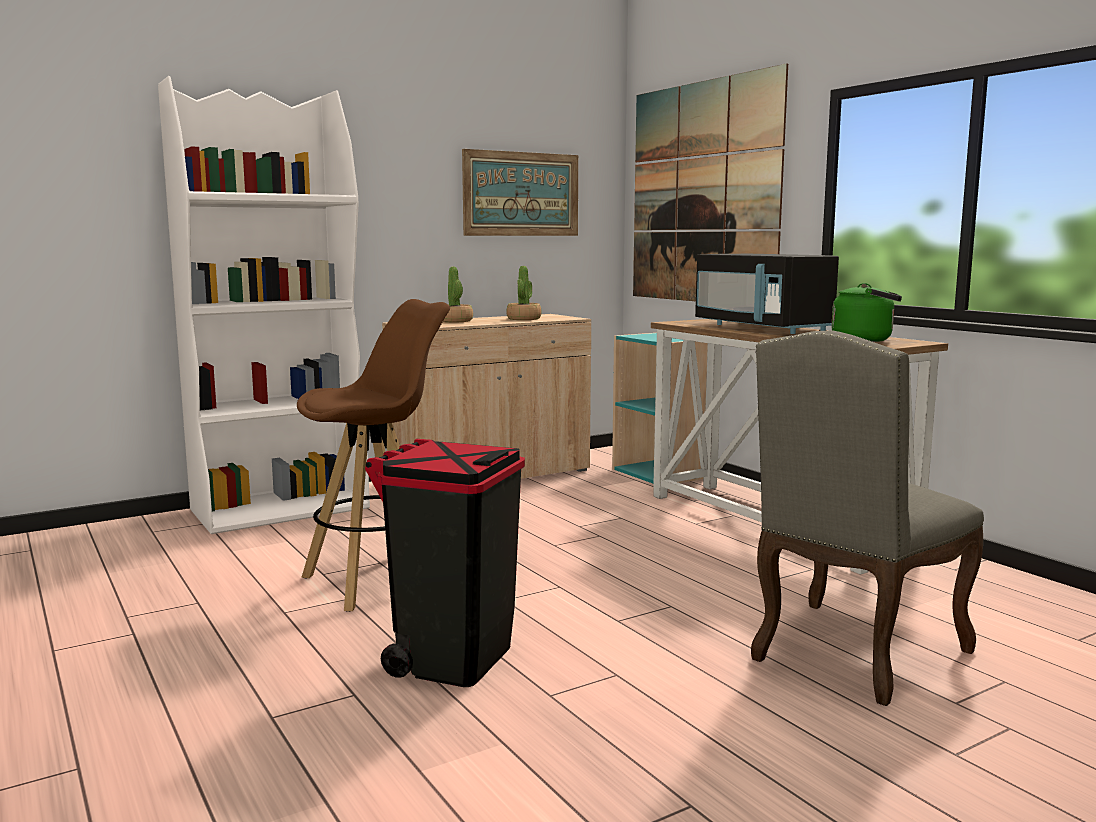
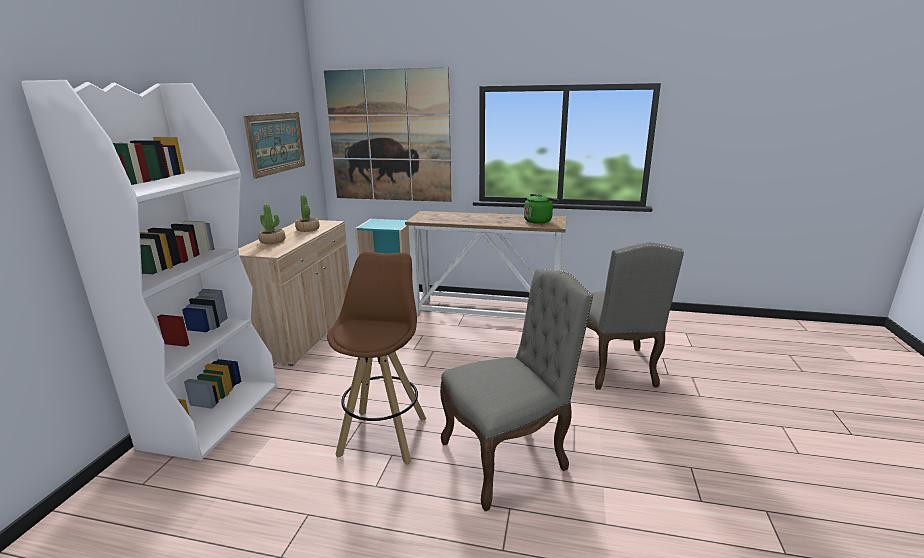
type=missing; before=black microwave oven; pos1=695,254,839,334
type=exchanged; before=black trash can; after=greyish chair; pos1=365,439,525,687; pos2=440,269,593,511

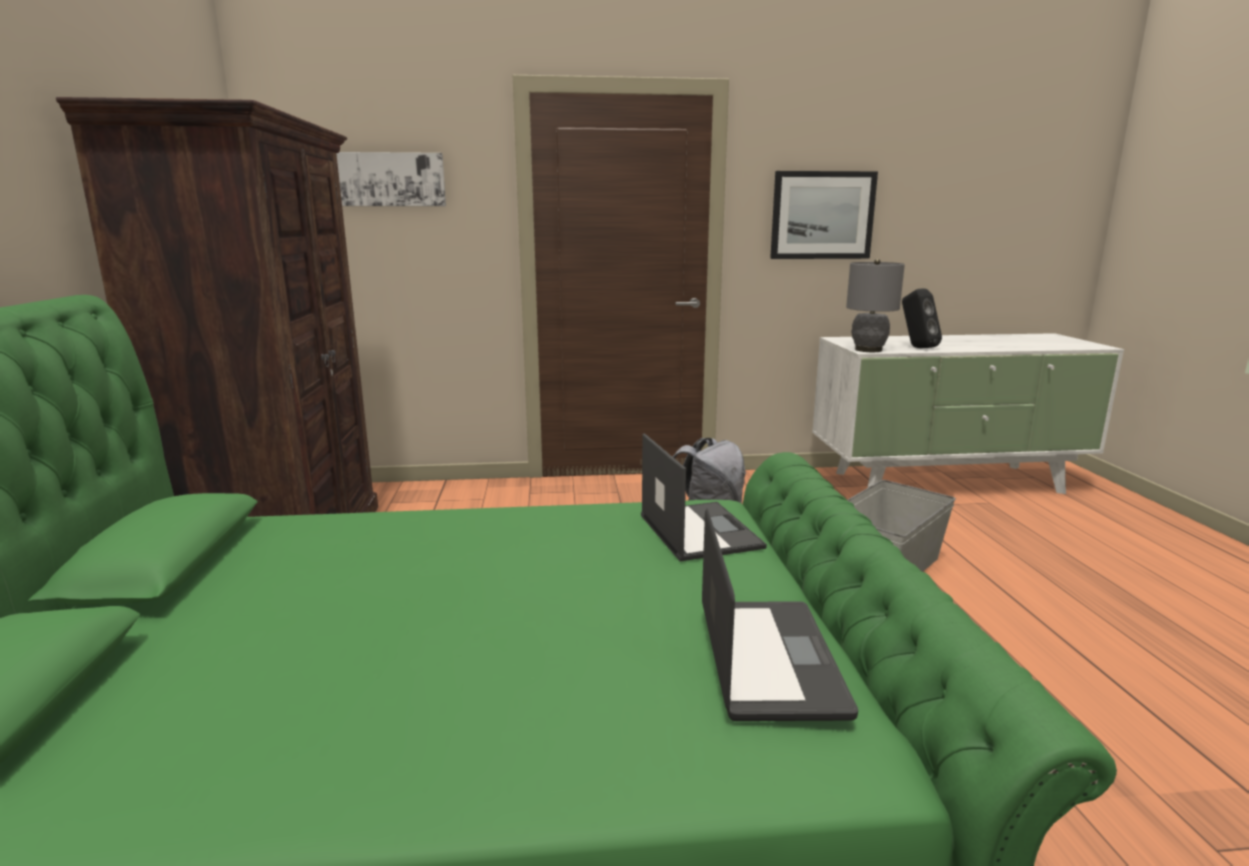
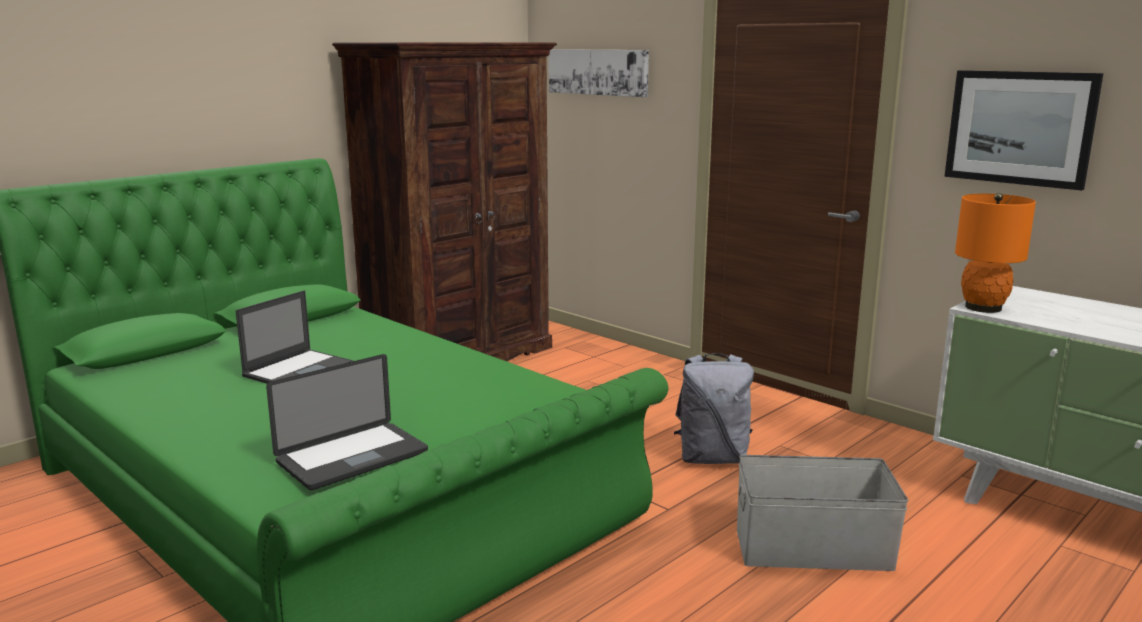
type=colour; before=greyish lamp for a table; after=orange-coloured lamp for a table; pos1=846,259,905,352; pos2=955,193,1036,313
type=missing; before=black audio speaker; pos1=902,289,942,348
type=relocated; before=portable computer; pos1=641,433,767,561; pos2=235,290,353,384

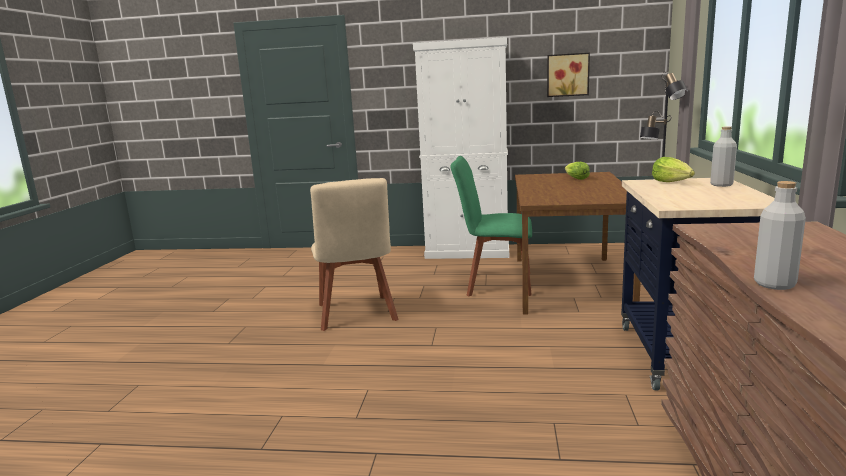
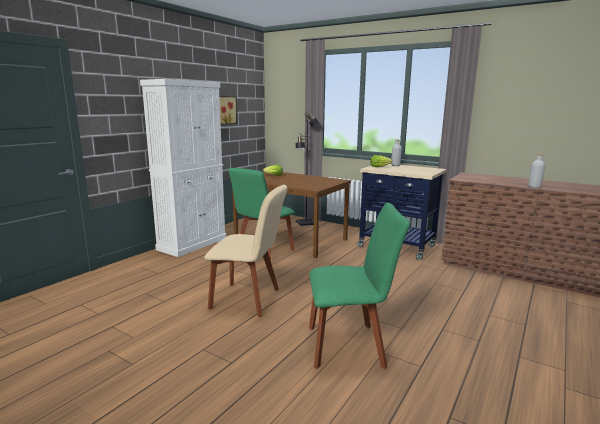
type=appeared; after=greenish chair; pos2=309,202,410,369

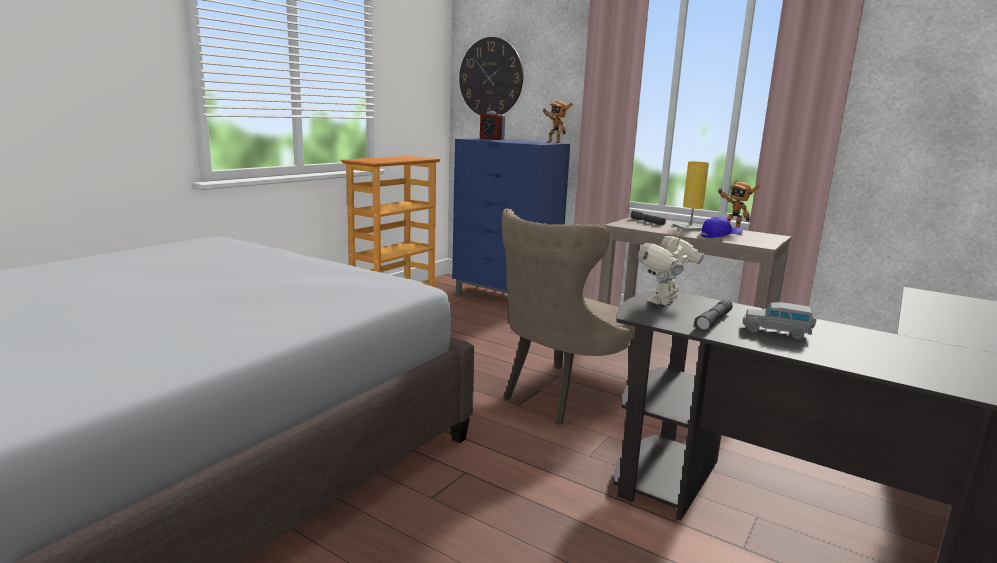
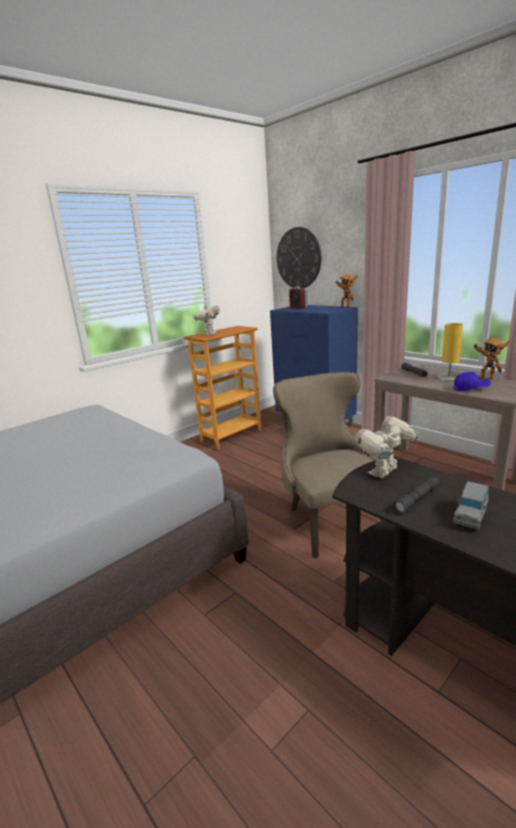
type=spun; before=beige-coloured chair; pos1=502,208,635,425; pos2=273,372,383,558; turn=105
type=spun; before=greyish model car; pos1=743,302,817,339; pos2=453,481,489,530; turn=-90
type=appeared; after=model robot; pos2=193,305,220,335

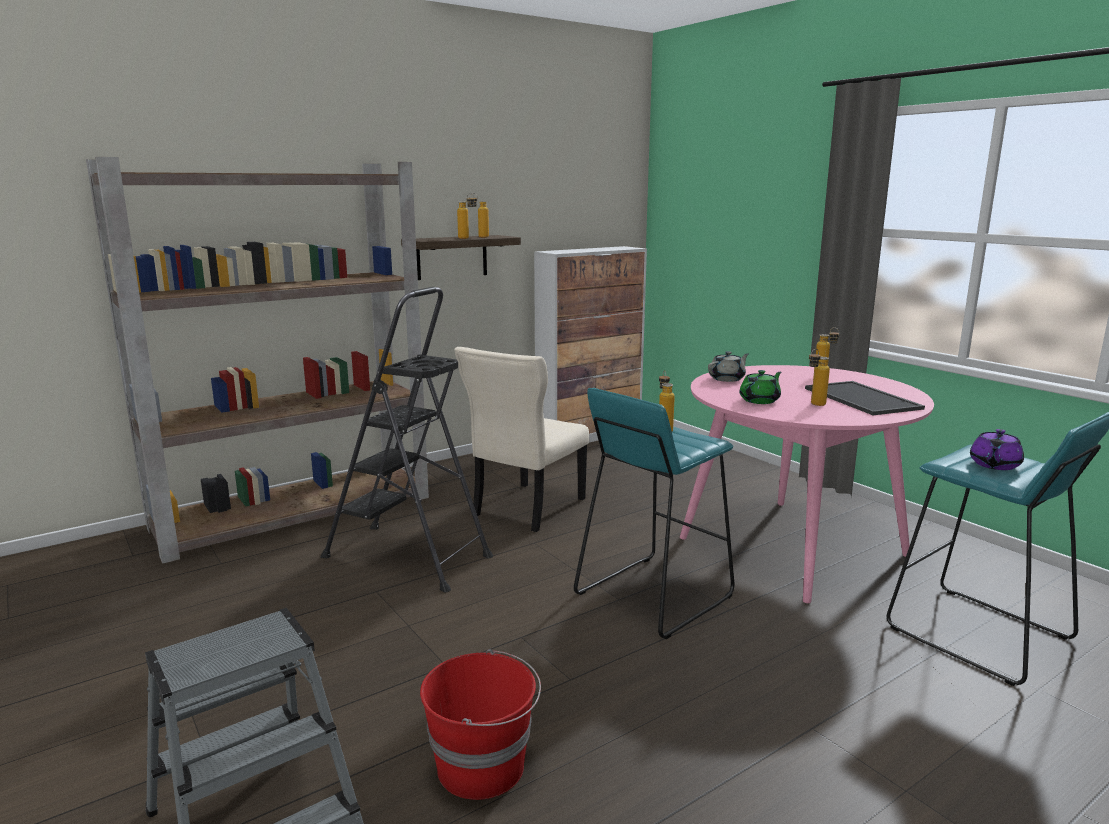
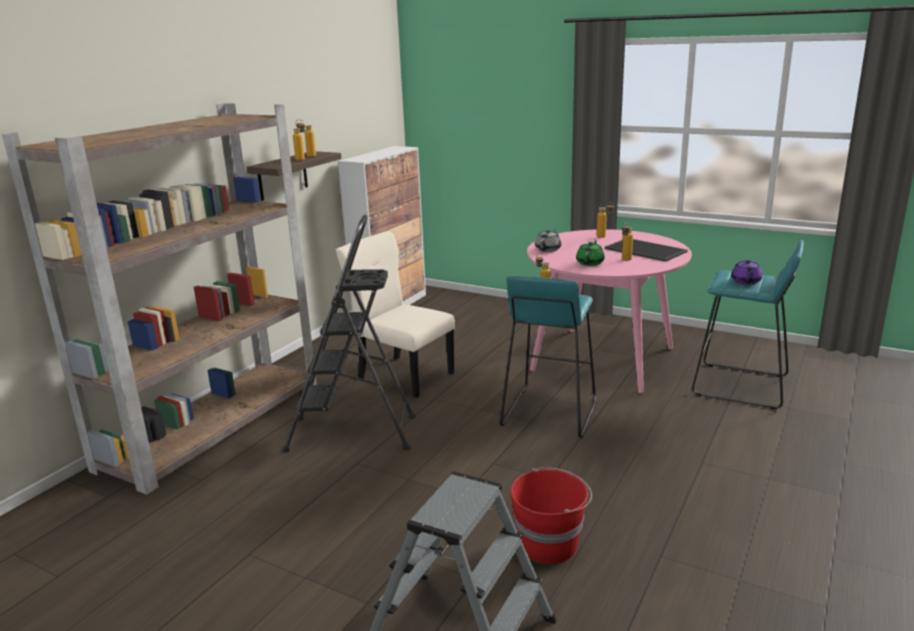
type=spun; before=beige-coloured chair; pos1=454,347,589,532; pos2=336,231,455,398; turn=120

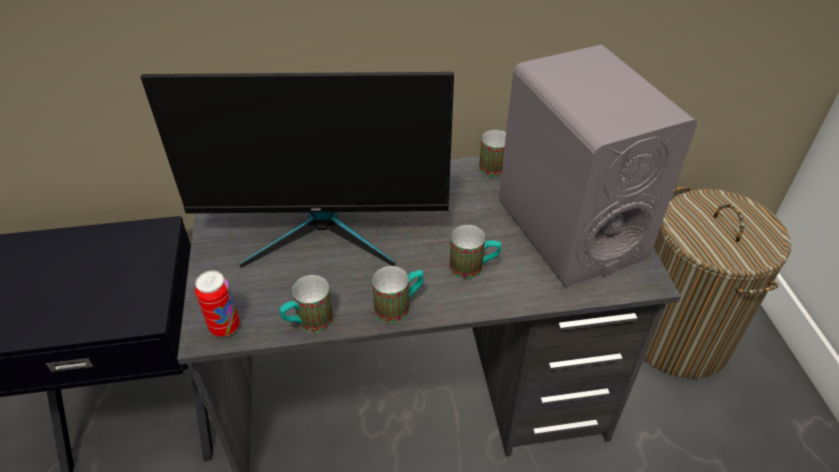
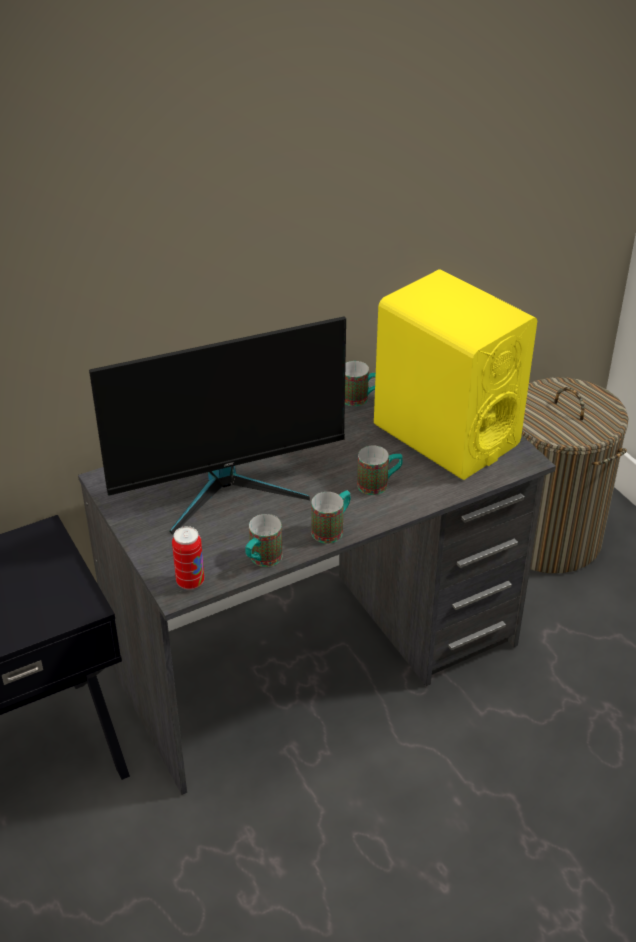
type=colour; before=greyish audio speaker; after=yellowish audio speaker; pos1=499,45,697,286; pos2=374,269,537,480

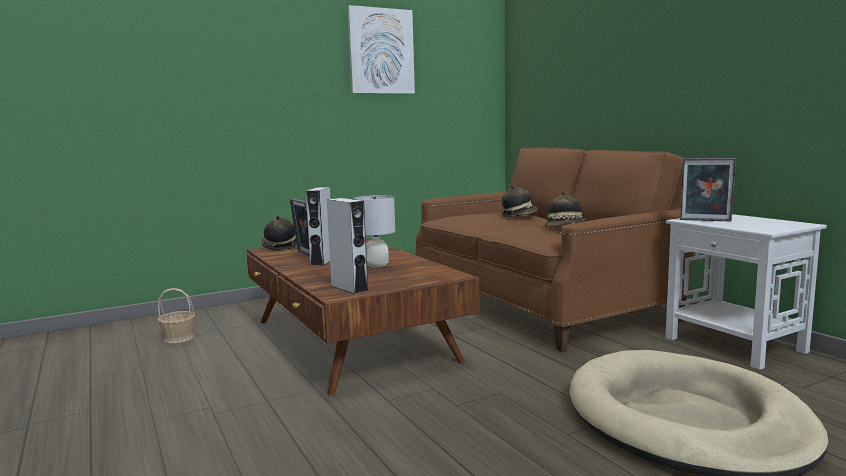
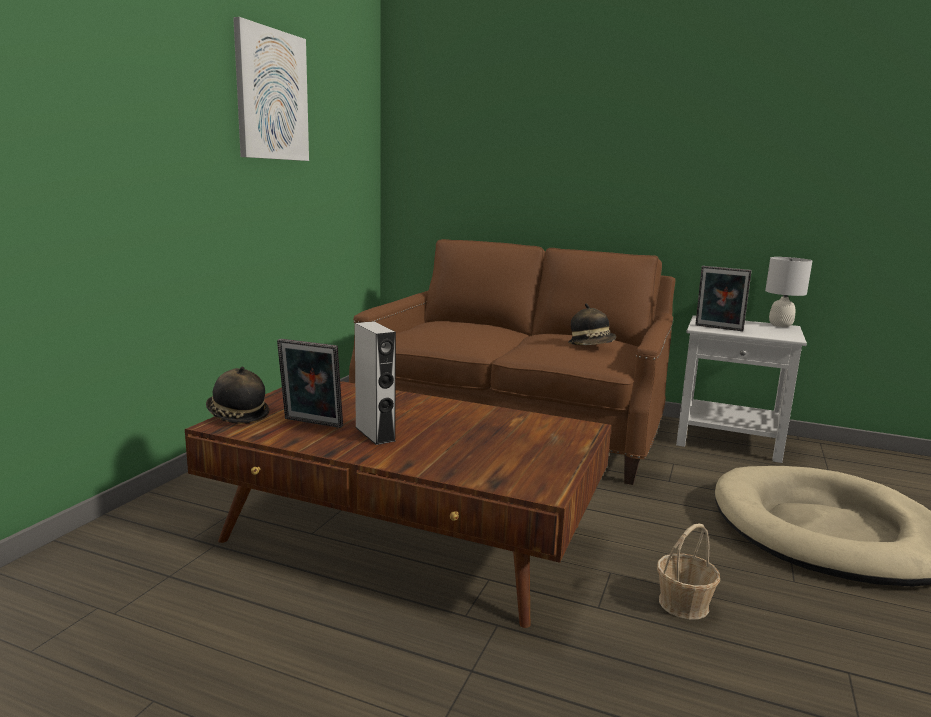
type=spun; before=photo frame; pos1=680,158,736,221; pos2=695,266,752,331; turn=45
type=missing; before=hat; pos1=502,185,538,217
type=relocated; before=greyish lamp for a table; pos1=354,195,395,268; pos2=765,257,812,327
type=missing; before=greyish audio speaker; pos1=327,198,368,294
type=relocated; before=basket; pos1=157,288,195,343; pos2=657,524,720,620

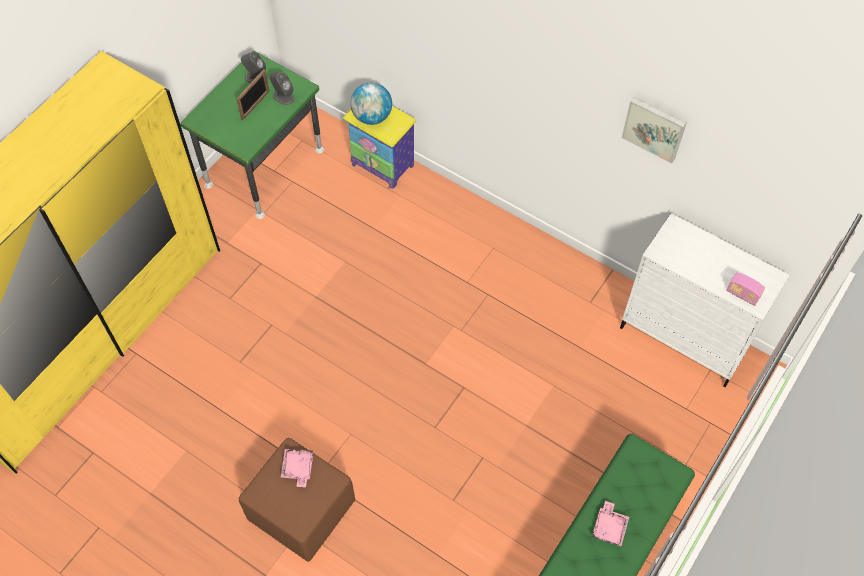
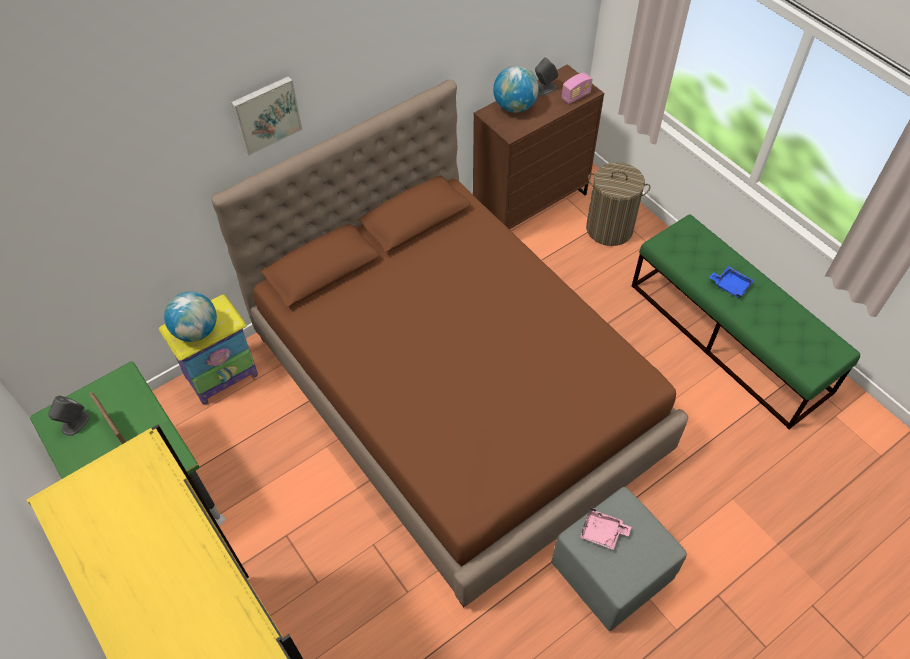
type=relocated; before=greyish audio speaker; pos1=270,72,294,105; pos2=535,57,558,96
type=relocated; before=wall picture; pos1=621,97,686,163; pos2=231,76,302,156
type=colour; before=whitish dresser; after=brown-coloured dresser; pos1=620,213,790,387; pos2=473,64,604,229
type=colour; before=brown-coloured ottoman; after=greyish ottoman; pos1=239,438,355,562; pos2=551,487,687,631
type=colour; before=pink carrying tray; after=bluish carrying tray; pos1=592,501,629,546; pos2=709,266,754,298
type=appeared; after=desk globe; pos2=493,66,539,113
type=appeared; after=brown-coloured bedroom bed; pos2=211,80,689,607
type=appeared; after=hamper; pos2=586,162,651,246

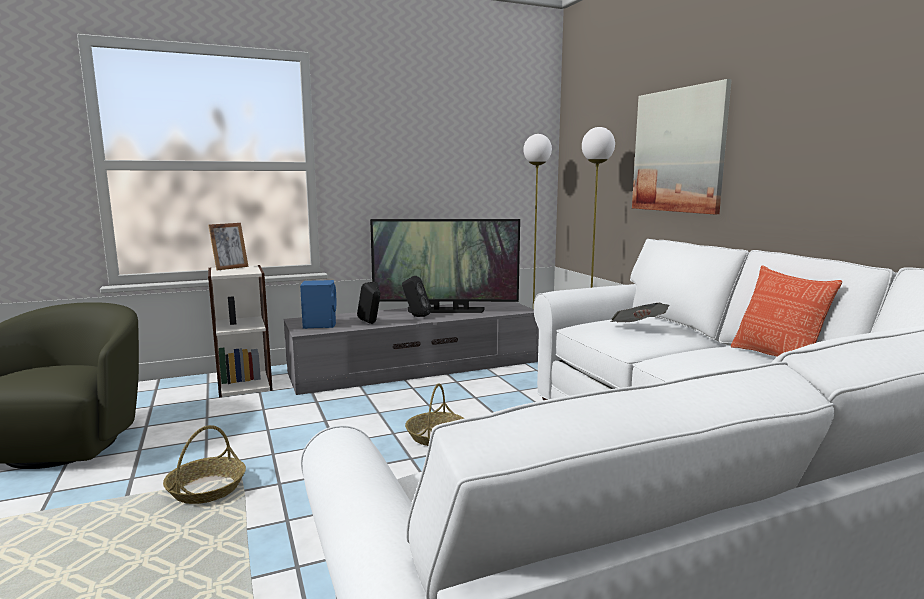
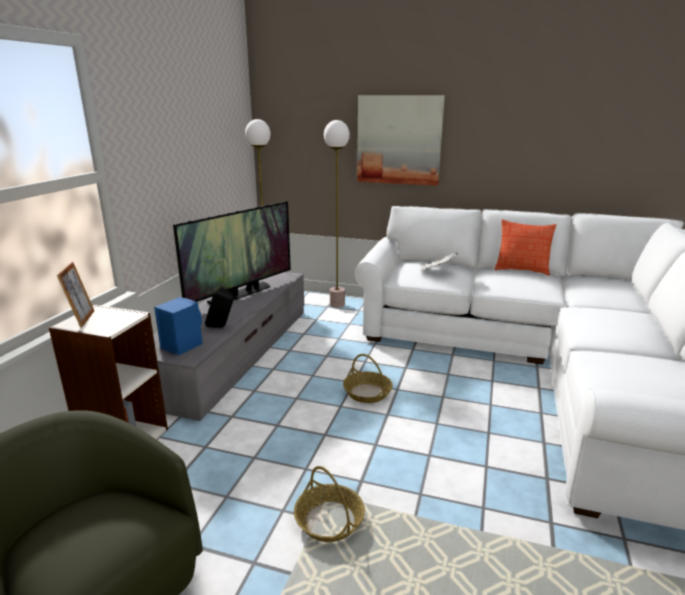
type=missing; before=black audio speaker; pos1=402,276,431,317

